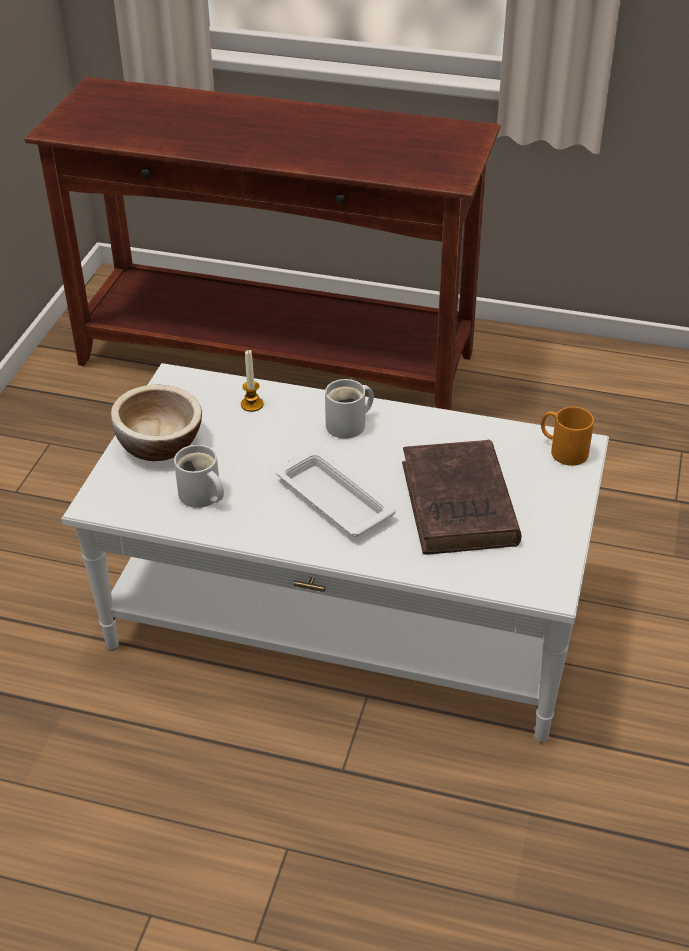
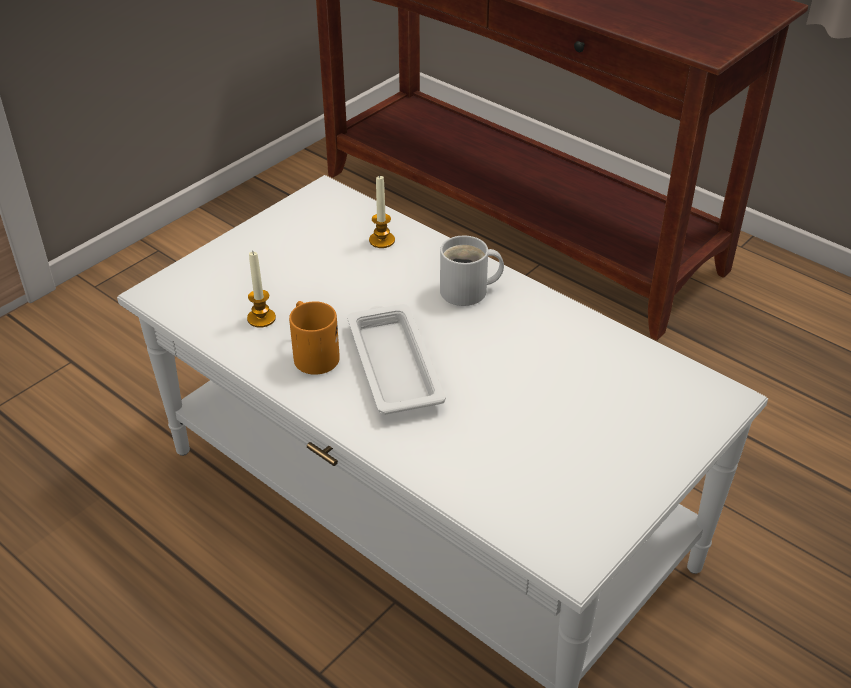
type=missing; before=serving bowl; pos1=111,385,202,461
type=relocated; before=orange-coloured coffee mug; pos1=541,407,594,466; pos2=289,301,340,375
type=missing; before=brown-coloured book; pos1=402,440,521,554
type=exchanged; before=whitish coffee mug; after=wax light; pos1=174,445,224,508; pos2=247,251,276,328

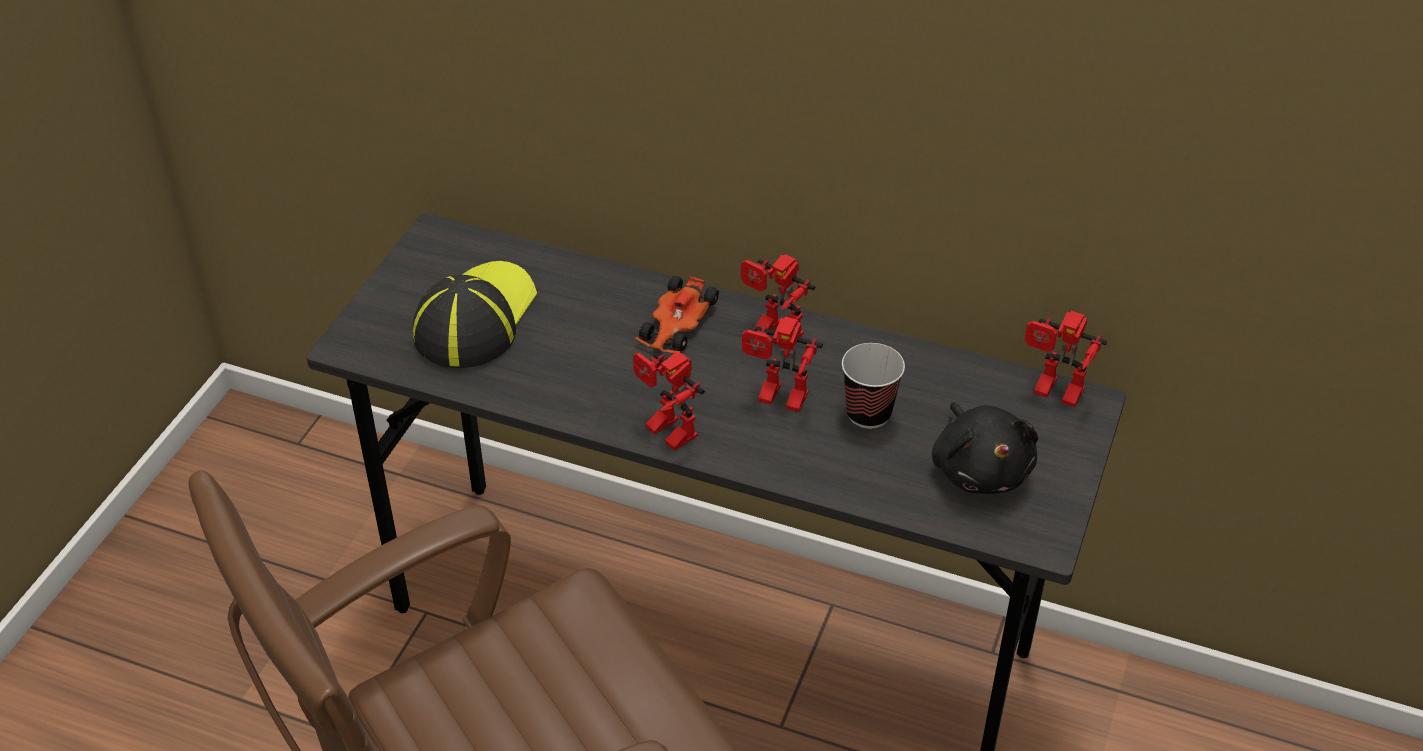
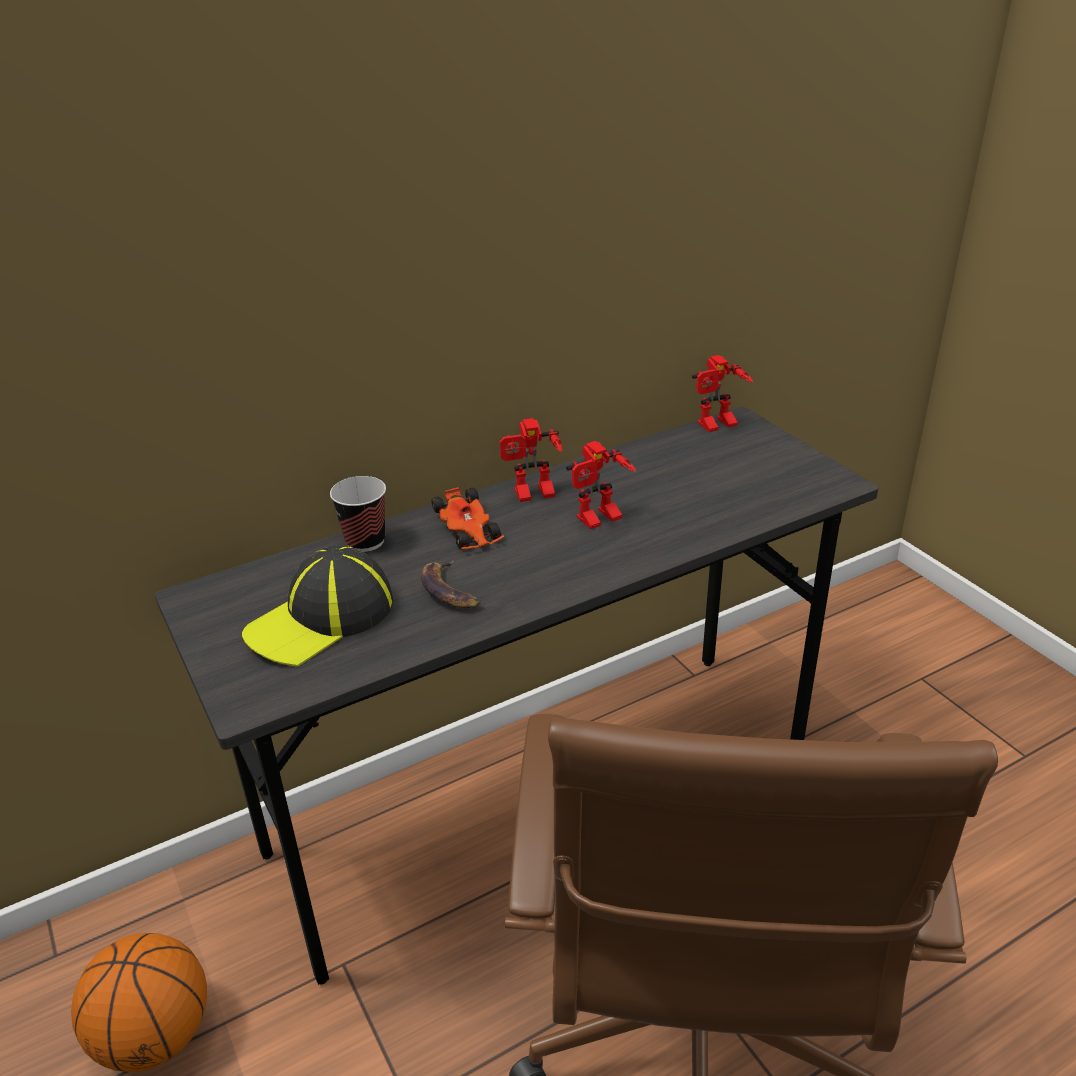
type=spun; before=peaked cap; pos1=413,261,537,368; pos2=242,546,393,667; turn=-105
type=relocated; before=cup; pos1=842,343,905,429; pos2=330,476,386,552
type=missing; before=model robot; pos1=633,352,705,451
type=missing; before=black soft toy; pos1=932,402,1038,494
type=appeared; after=whole banana; pos2=421,561,481,608
type=appeared; after=ball for basketball; pos2=71,933,207,1072

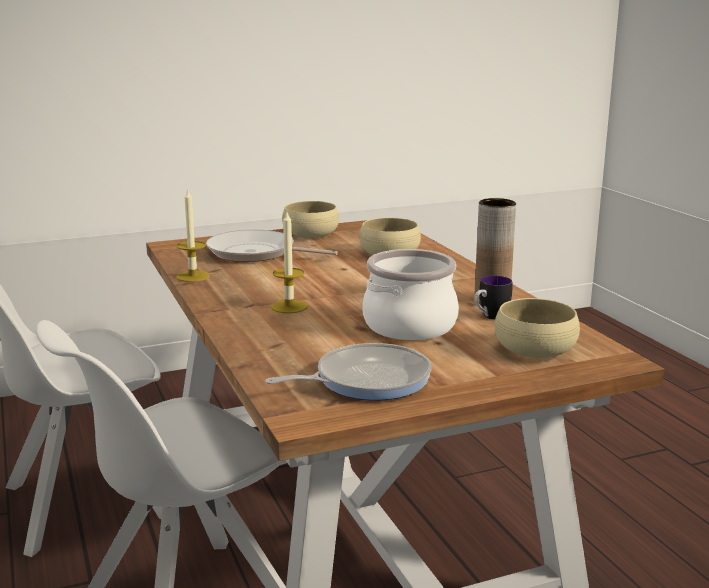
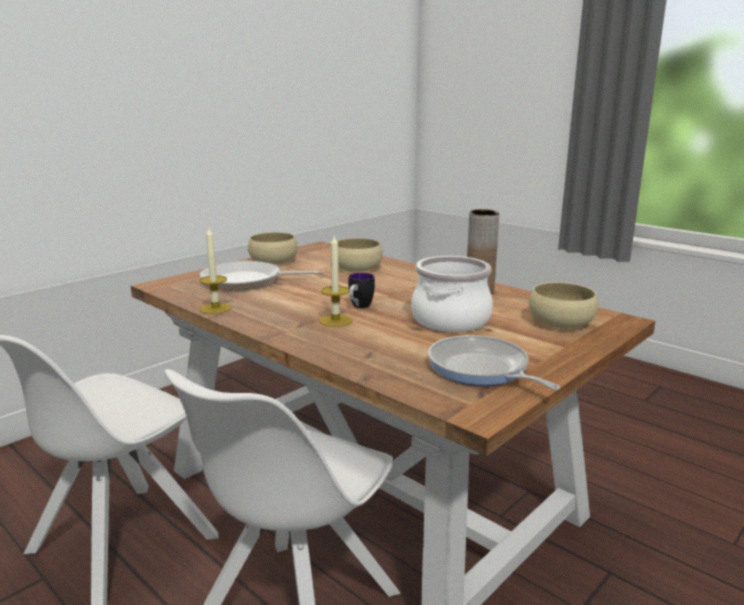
type=relocated; before=coffee mug; pos1=474,276,512,320; pos2=348,273,375,308
type=spun; before=pan; pos1=265,343,432,401; pos2=428,335,561,390; turn=-75

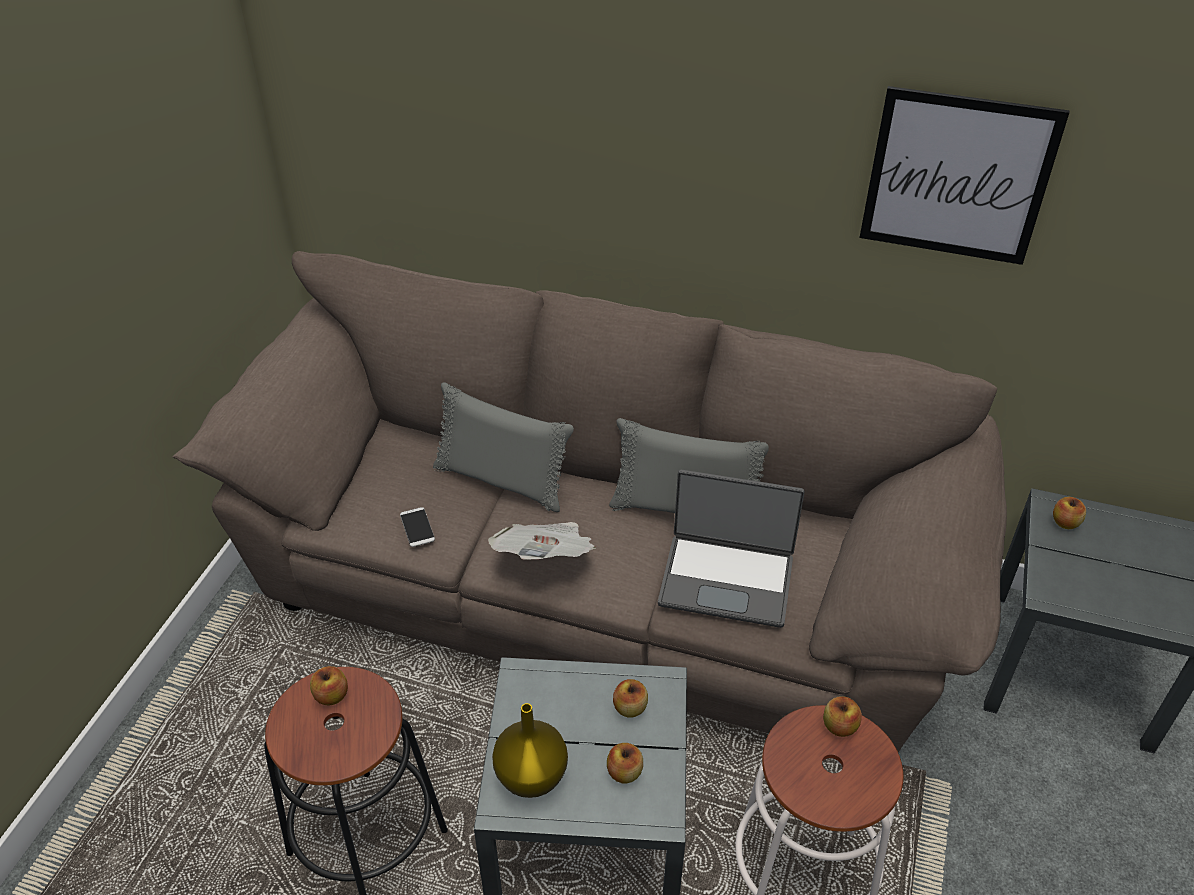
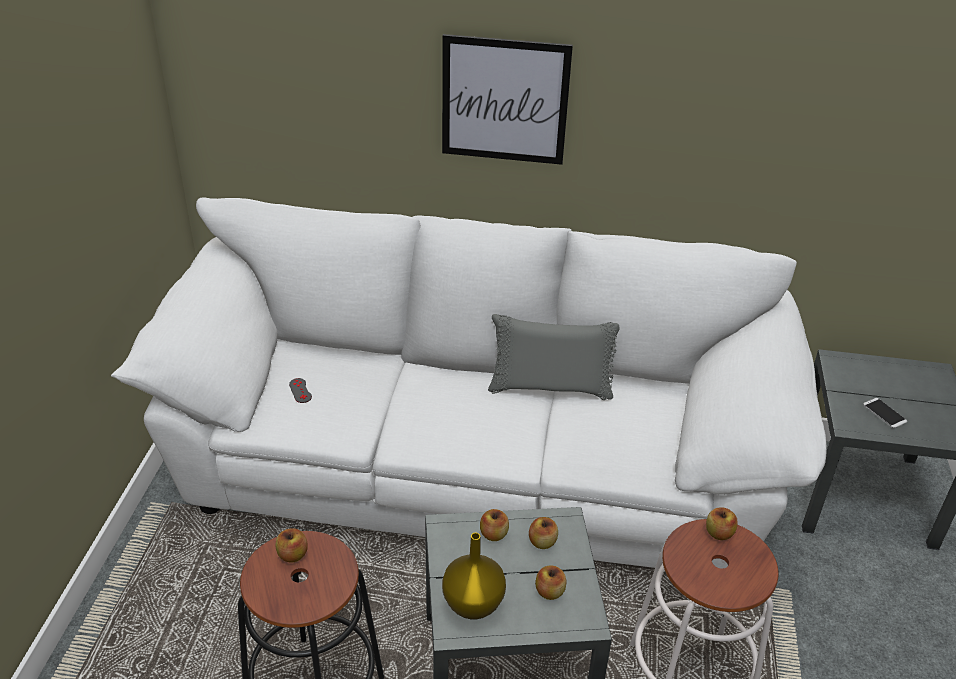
type=relocated; before=wall picture; pos1=859,86,1069,265; pos2=442,34,573,165
type=colour; before=brown-coloured couch; after=whitish couch; pos1=173,251,1007,753; pos2=111,197,827,568
type=missing; before=greyish cushion; pos1=433,382,574,512
type=missing; before=portable computer; pos1=658,470,805,628
type=relocated; before=whole apple; pos1=1053,497,1086,529; pos2=480,509,509,541
type=relocated; before=handset; pos1=400,507,435,547; pos2=863,398,907,428
type=missing; before=daily paper; pos1=488,522,596,560
type=appeared; after=greyish gamepad; pos2=289,378,312,403

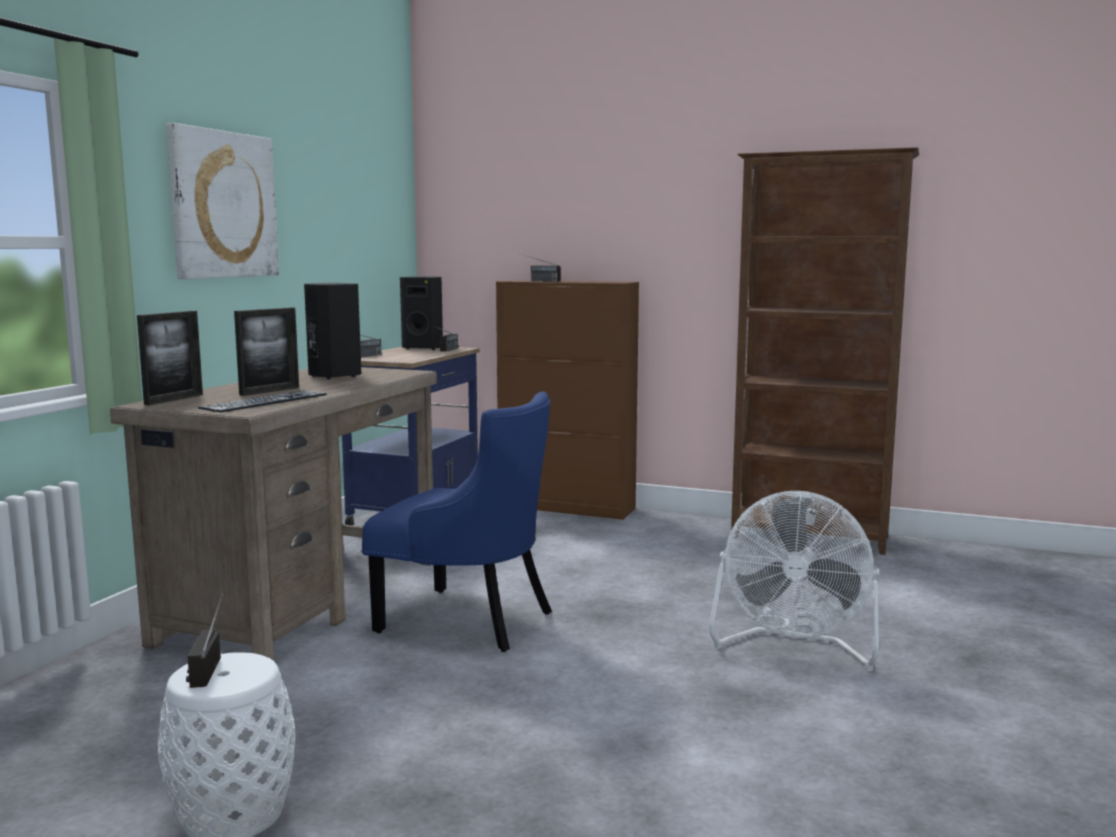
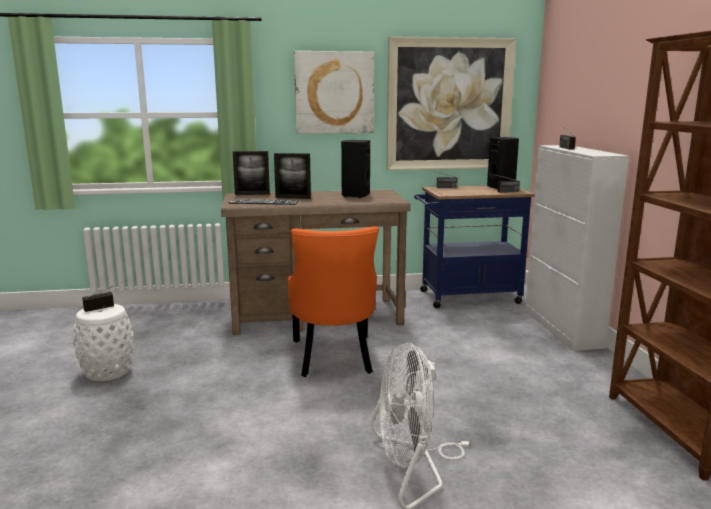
type=colour; before=brown-coloured storage cabinet; after=whitish storage cabinet; pos1=496,280,639,520; pos2=525,145,629,351
type=colour; before=bluish chair; after=orange-coloured chair; pos1=361,392,552,652; pos2=287,226,379,377
type=appeared; after=wall picture; pos2=387,36,516,170

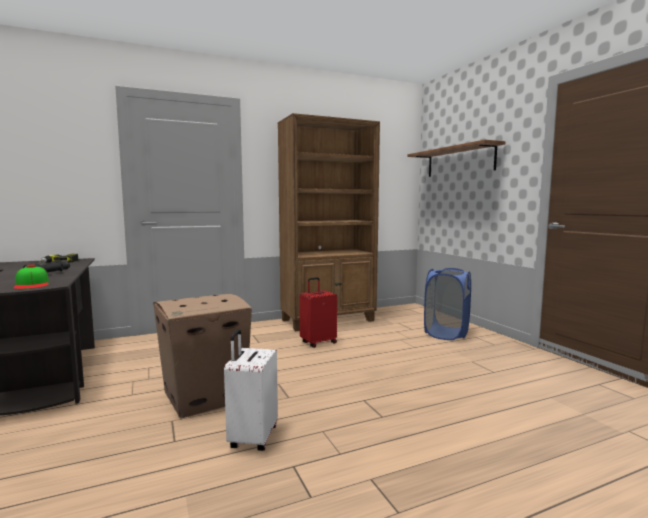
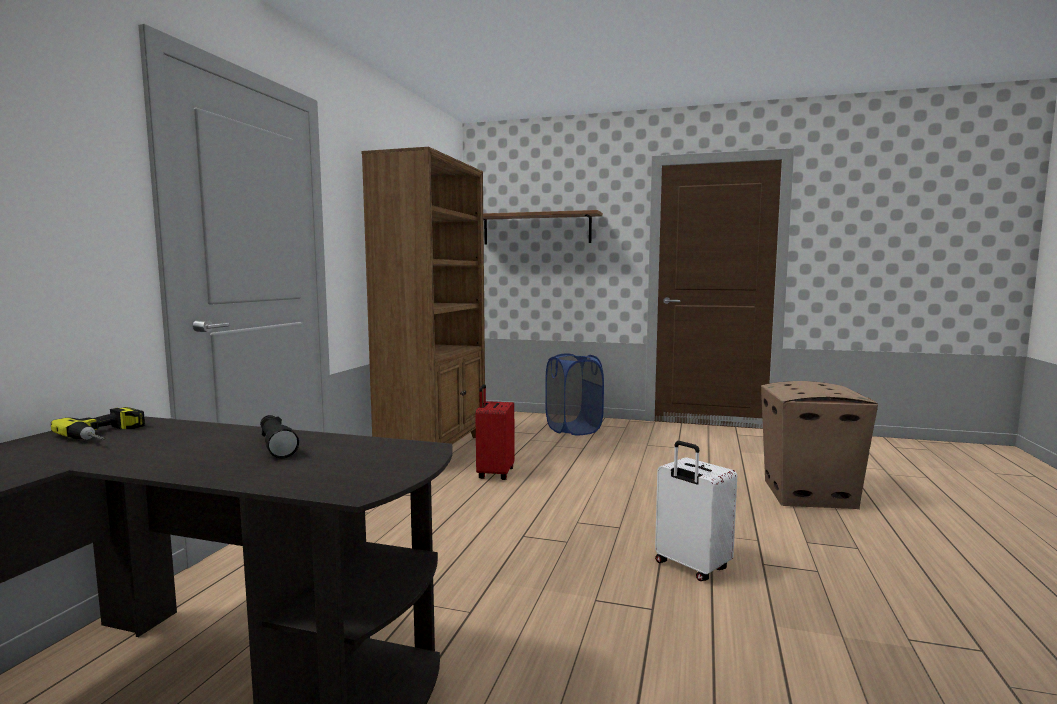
type=missing; before=peaked cap; pos1=13,265,49,289
type=relocated; before=cardboard box; pos1=153,294,252,419; pos2=761,381,878,509

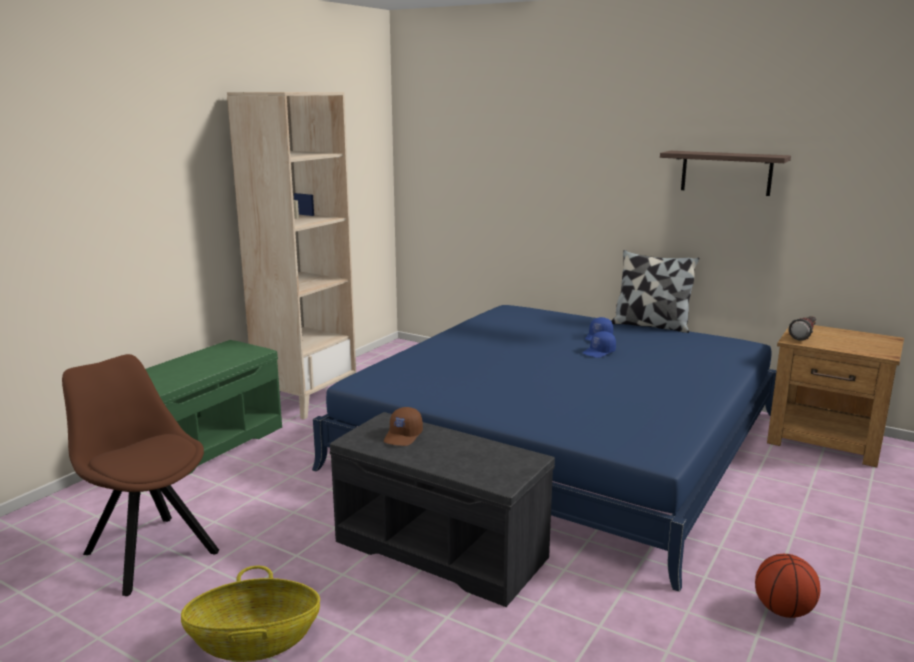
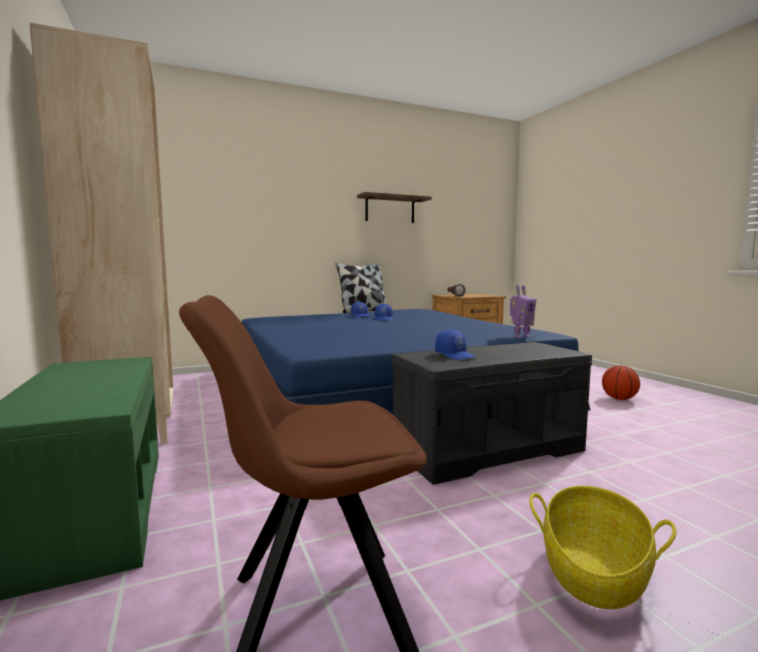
type=colour; before=brown-coloured peaked cap; after=bluish peaked cap; pos1=384,407,423,446; pos2=435,329,476,360
type=appeared; after=model robot; pos2=510,285,536,338

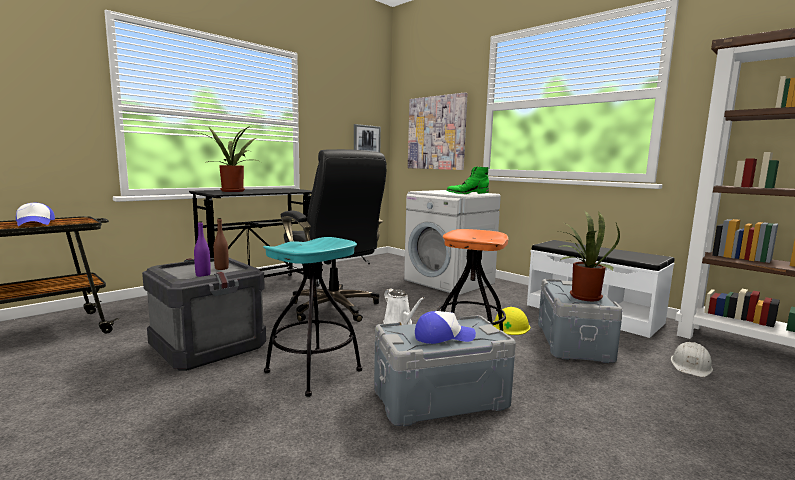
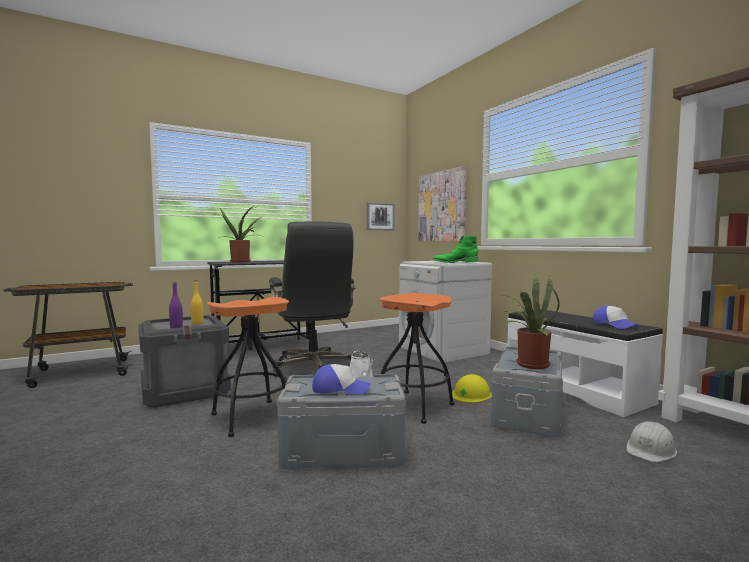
type=relocated; before=peaked cap; pos1=16,203,55,226; pos2=593,306,639,329
type=colour; before=brown-coloured bottle; after=yellowish bottle; pos1=213,218,229,270; pos2=191,280,203,325
type=colour; before=turquoise-coloured sitting stool; after=orange-coloured sitting stool; pos1=263,237,362,397; pos2=206,297,289,437

